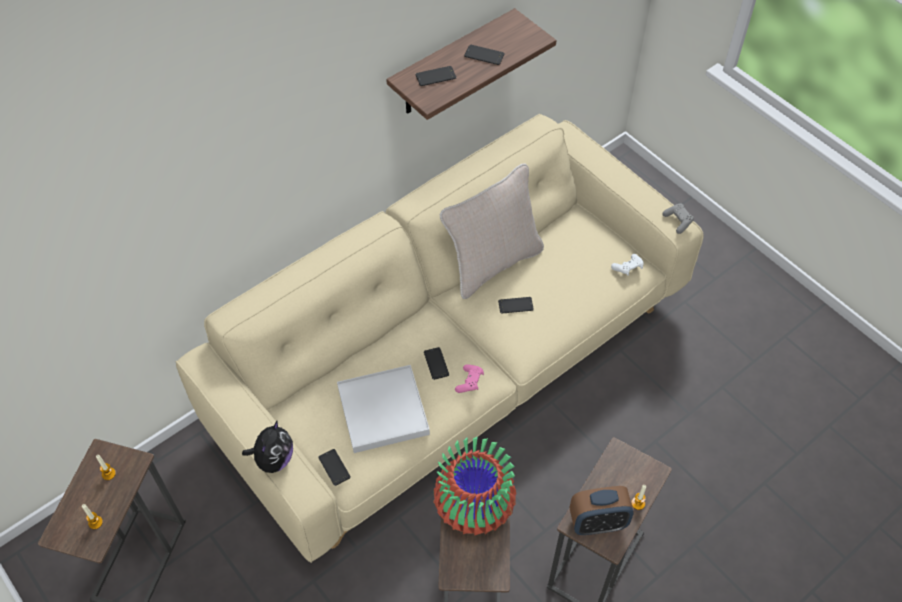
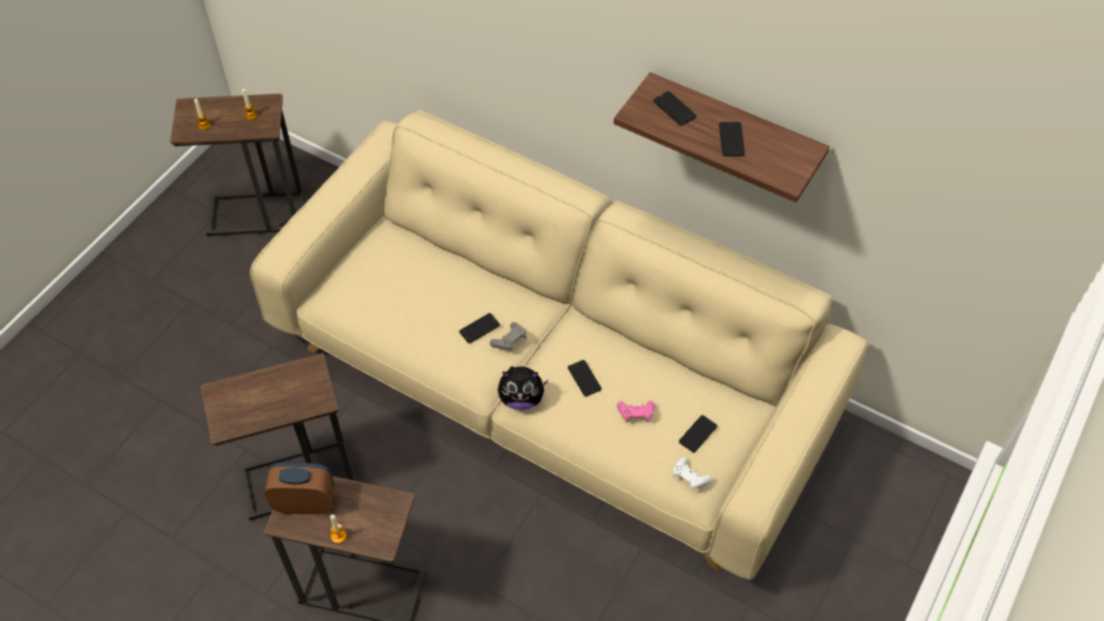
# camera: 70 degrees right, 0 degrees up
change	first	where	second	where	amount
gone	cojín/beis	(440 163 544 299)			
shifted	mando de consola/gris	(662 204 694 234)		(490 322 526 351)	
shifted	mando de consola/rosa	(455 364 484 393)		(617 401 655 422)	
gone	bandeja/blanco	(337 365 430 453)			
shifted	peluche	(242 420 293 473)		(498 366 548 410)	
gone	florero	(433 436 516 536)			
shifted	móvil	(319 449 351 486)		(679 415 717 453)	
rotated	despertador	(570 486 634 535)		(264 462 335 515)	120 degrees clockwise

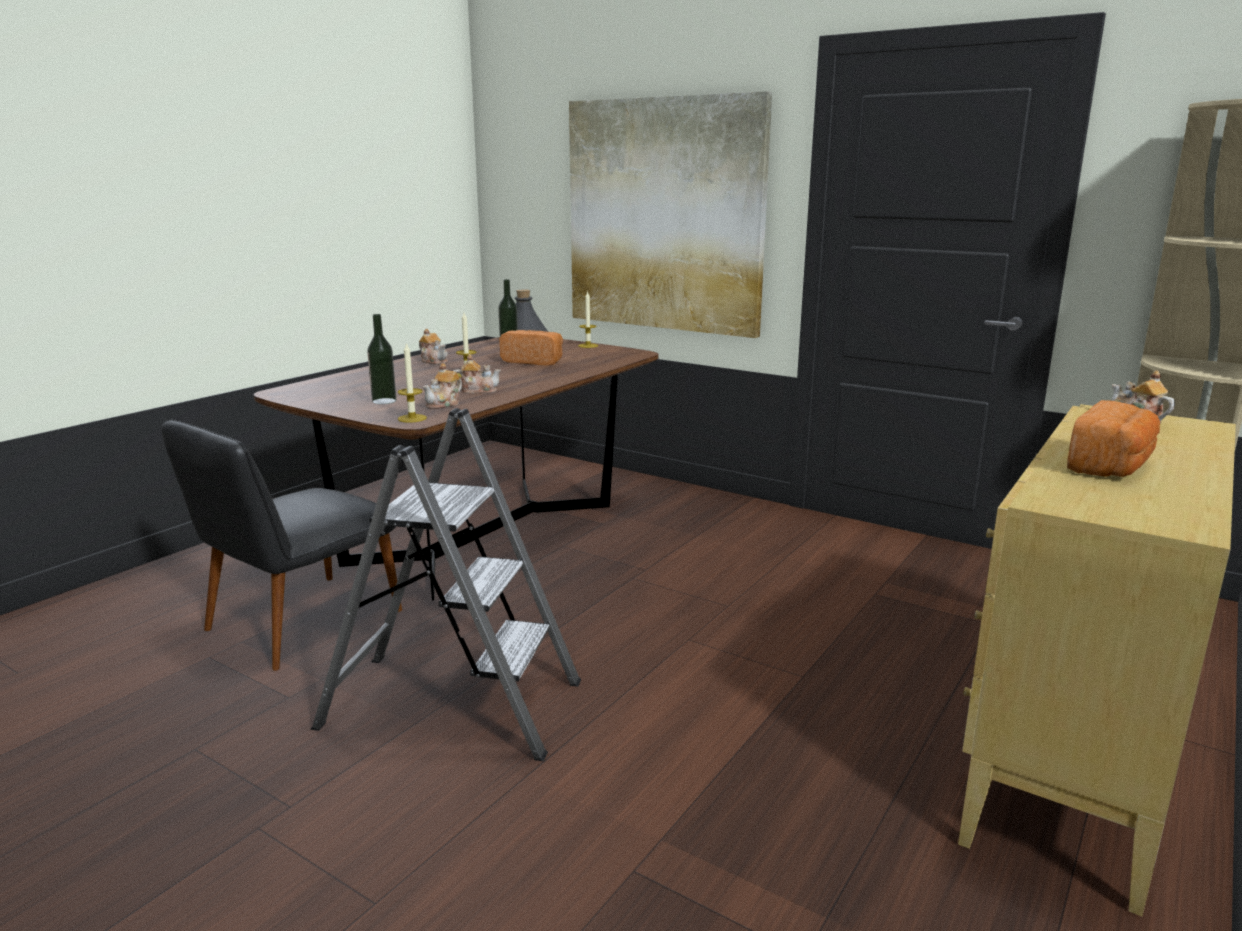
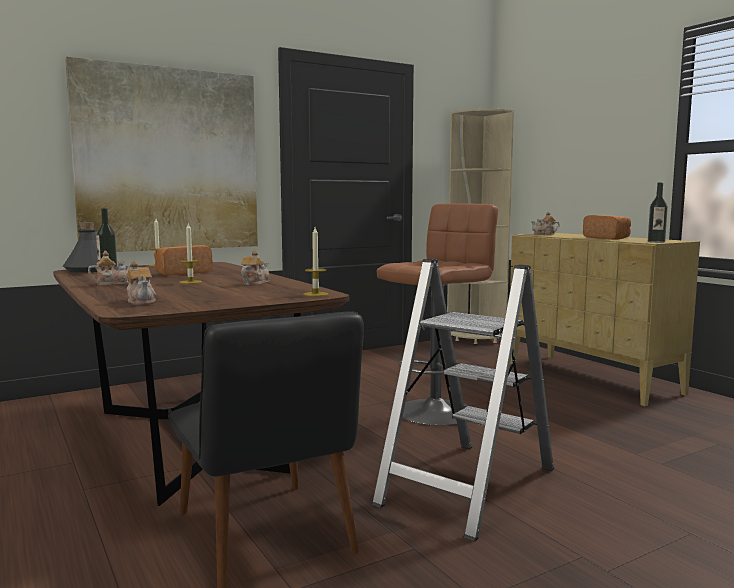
# camera: 65 degrees left, 10 degrees down
change	first	where	second	where	amount
shifted	botella	(367 314 396 404)		(648 182 668 243)	
shifted	tetera	(423 363 462 409)		(126 261 156 305)	
new			taburete/marrón	(377 203 498 425)	

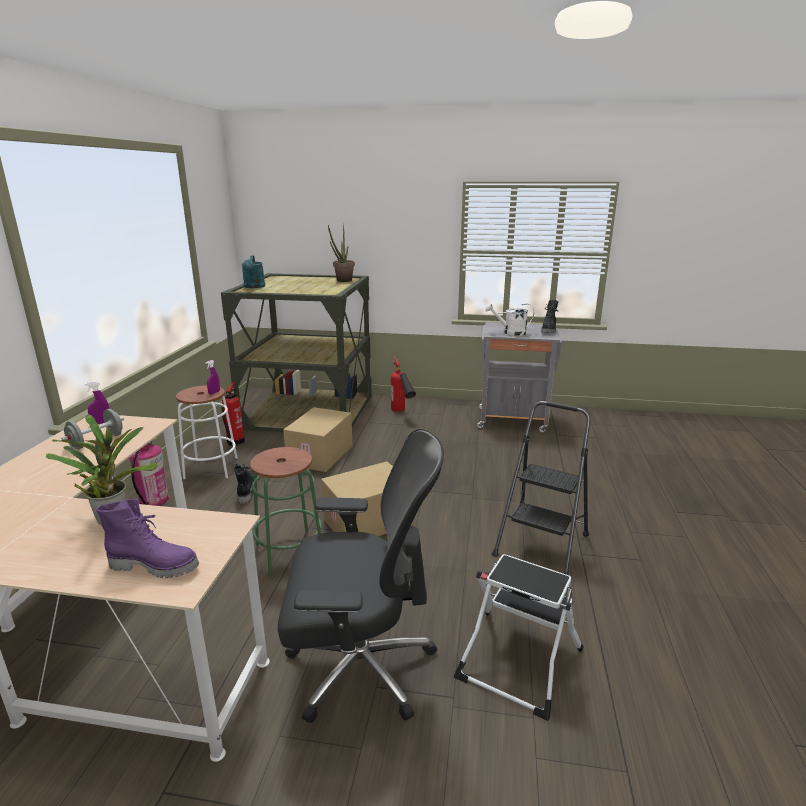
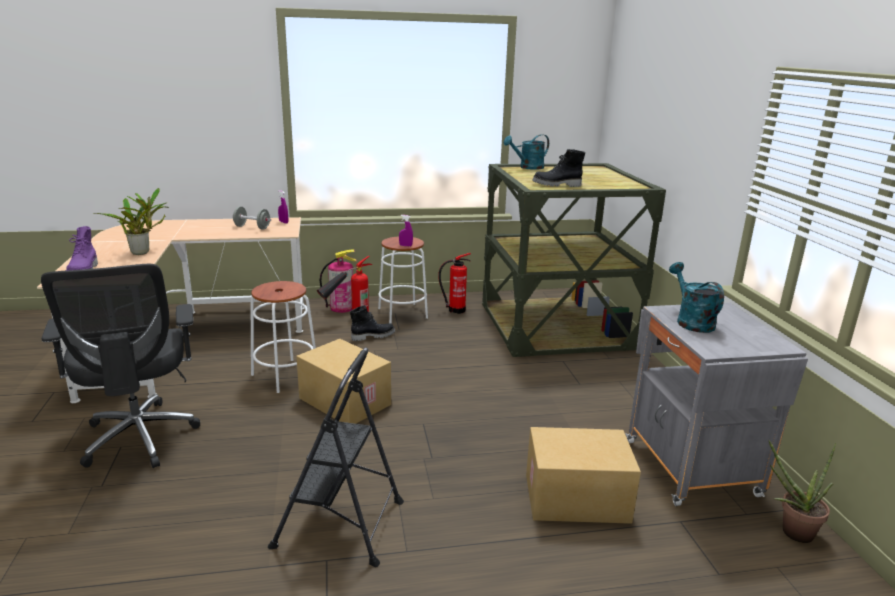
# camera: 70 degrees right, 0 degrees up
change	first	where	second	where	amount
shifted	planta en maceta	(328 223 355 282)		(769 440 836 543)	
shifted	bota/negro	(541 300 558 333)		(532 149 585 187)	
repainted	regadera/blanco	(485 303 534 336)	regadera/turquesa	(669 262 724 333)	
shifted	extintor	(391 356 416 412)		(317 256 372 312)	
shifted	caja de cartón	(283 407 353 472)		(526 427 641 524)	
repainted	taburete/verde	(250 447 322 576)	taburete/blanco	(251 281 316 393)	
gone	escalera de tijera	(454 554 583 721)			

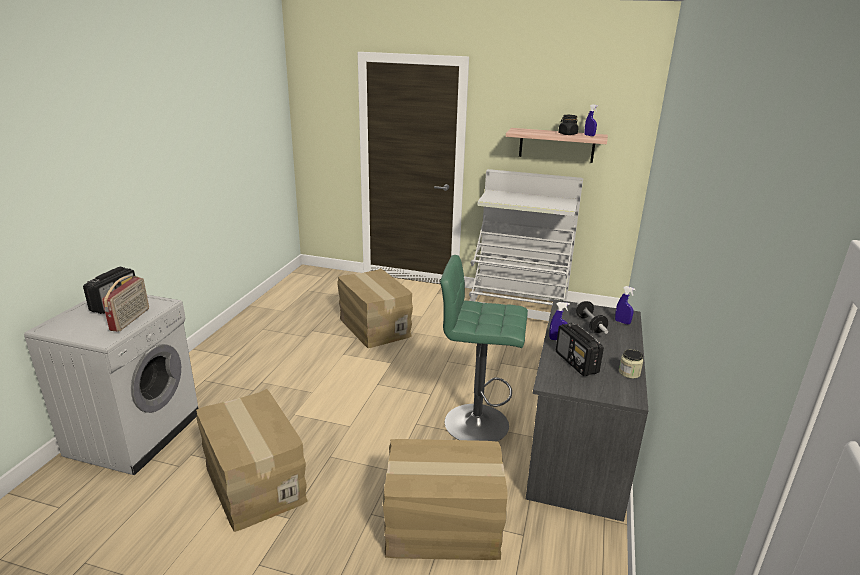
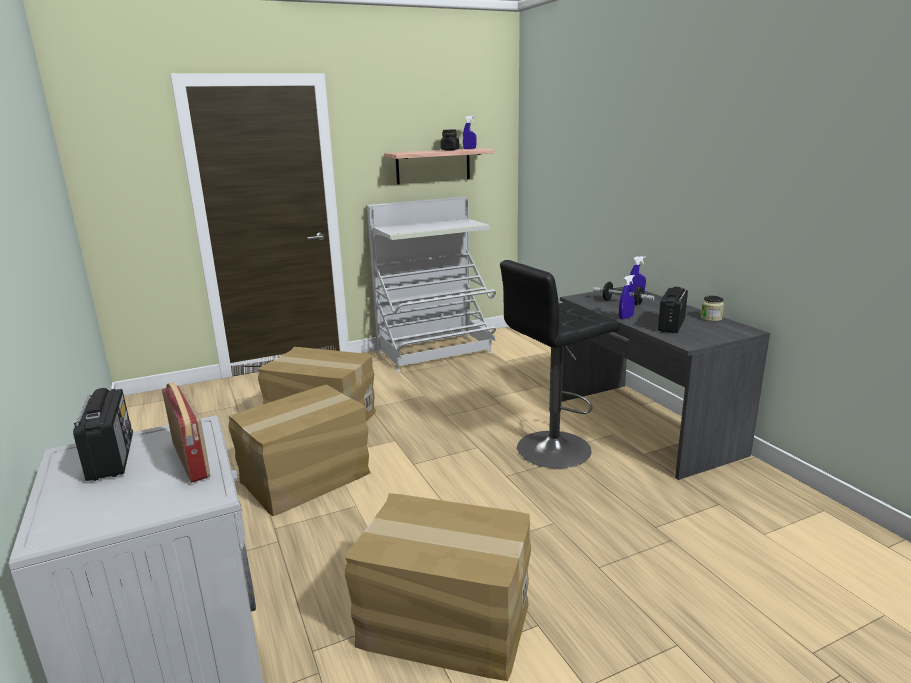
# camera: 40 degrees left, 5 degrees down
change	first	where	second	where	amount
repainted	taburete/verde	(440 255 528 441)	taburete/negro	(500 260 620 468)	
rotated	radio	(556 323 604 376)		(657 287 688 333)	90 degrees clockwise
shifted	caja de cartón	(382 439 508 560)		(229 385 370 516)	

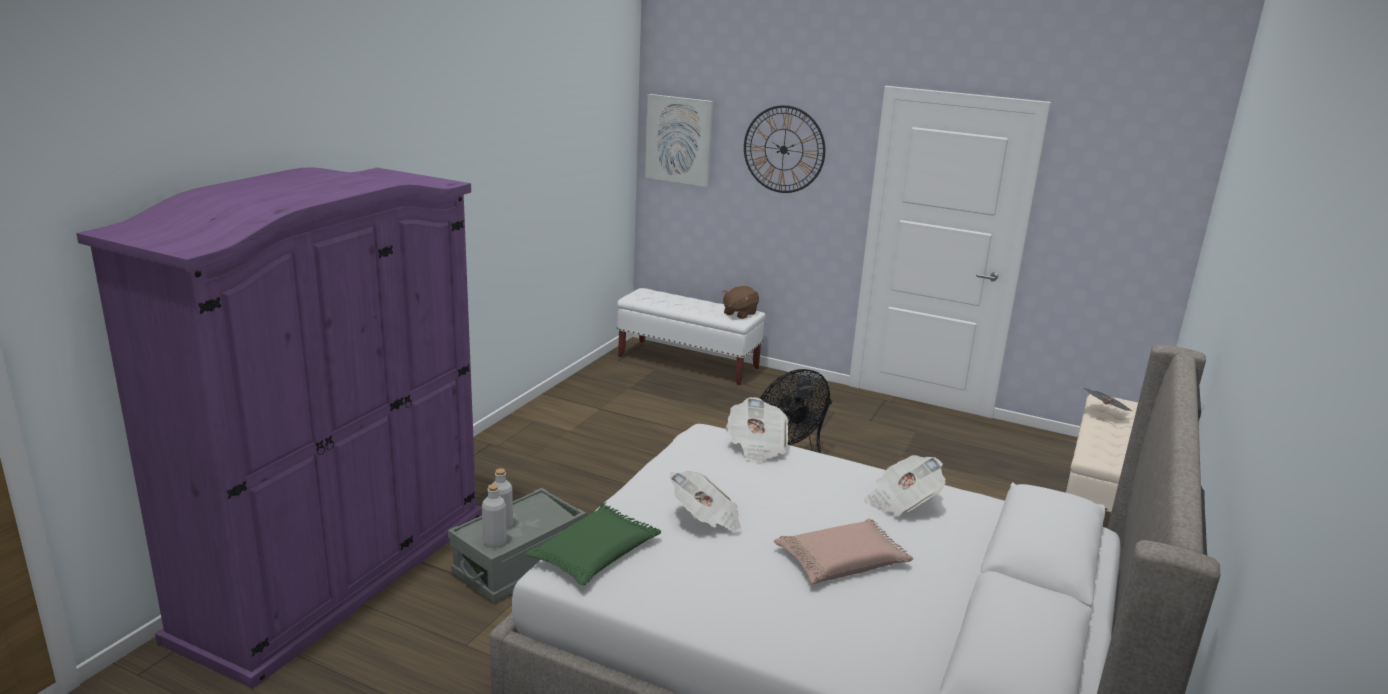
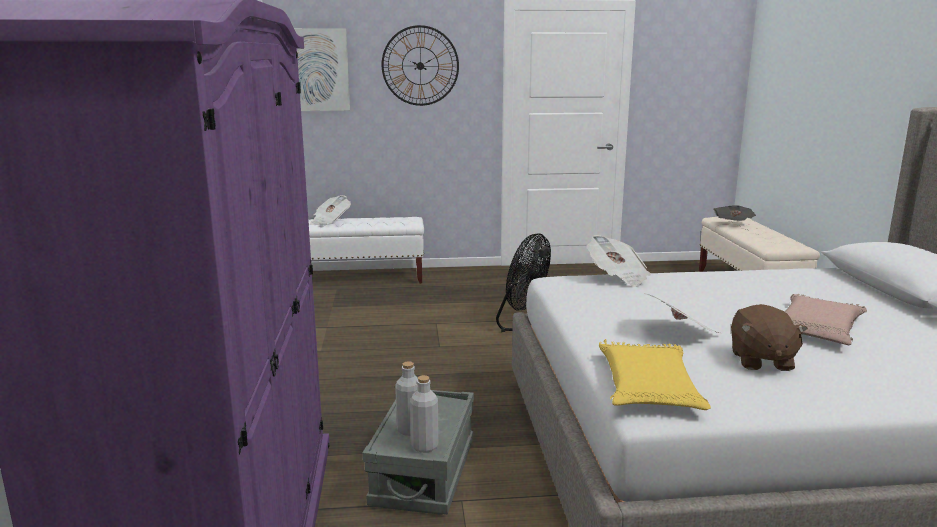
# camera: 30 degrees left, 5 degrees down
change	first	where	second	where	amount
shifted	peluche/marrón	(723 286 759 319)		(731 304 808 371)	
shifted	periódico	(865 455 946 516)		(310 195 351 225)	
repainted	cojín/verde	(526 502 661 585)	cojín/amarillo	(599 339 711 410)	

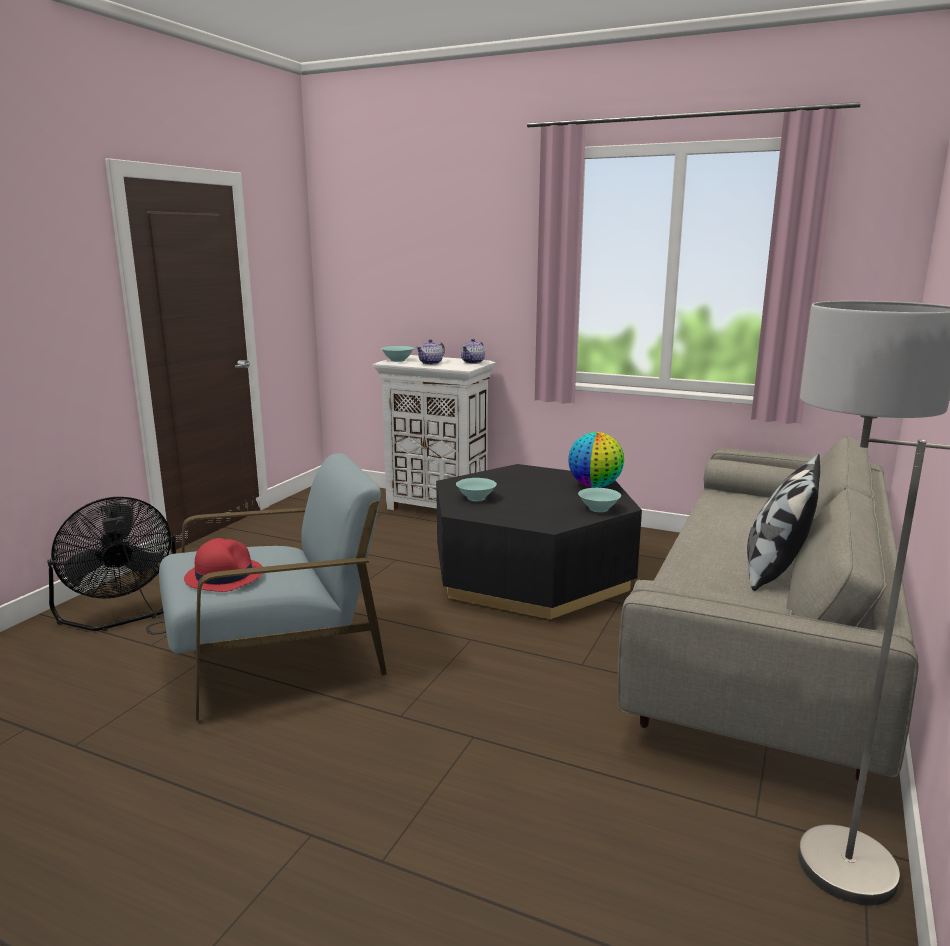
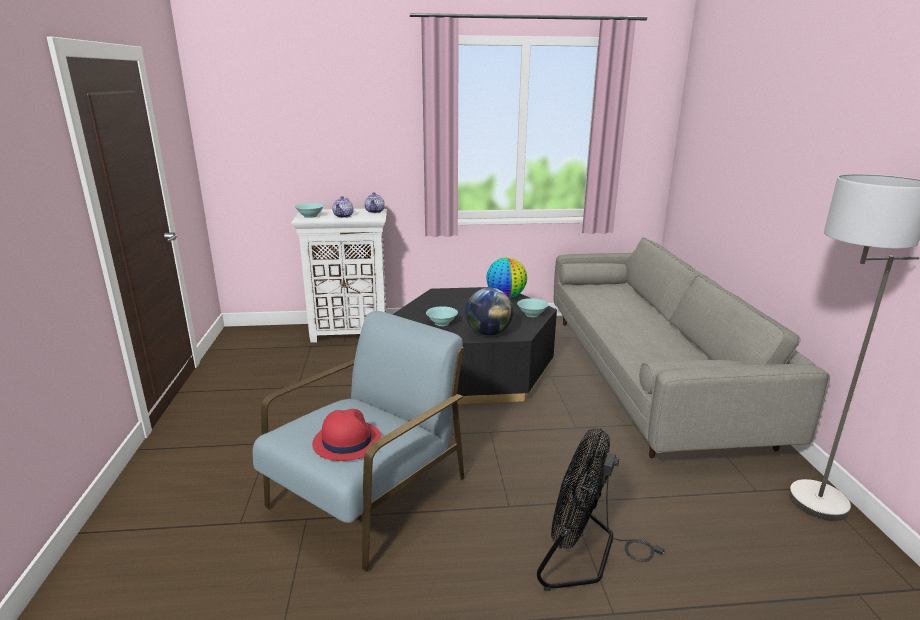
# camera: 30 degrees left, 5 degrees up
change	first	where	second	where	amount
gone	cojín	(747 454 820 591)			
shifted	ventilador/negro	(47 497 176 634)		(537 428 666 591)	
new			globo terráqueo	(465 288 513 335)	

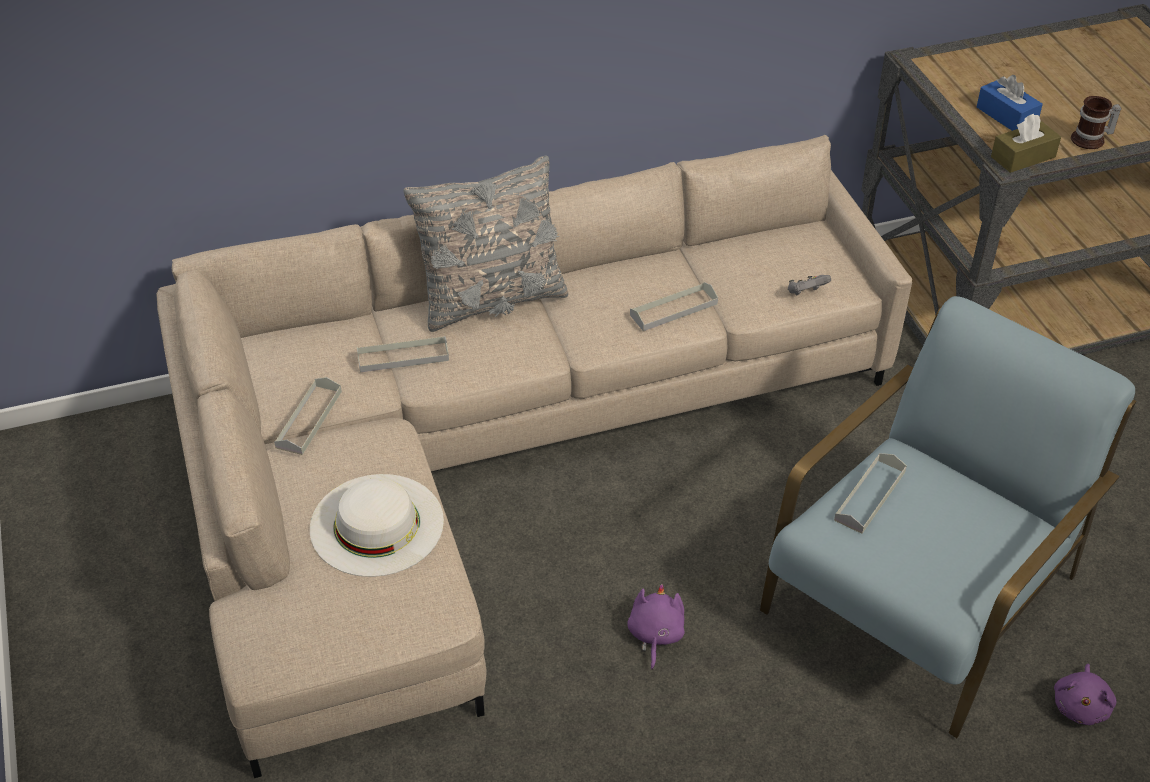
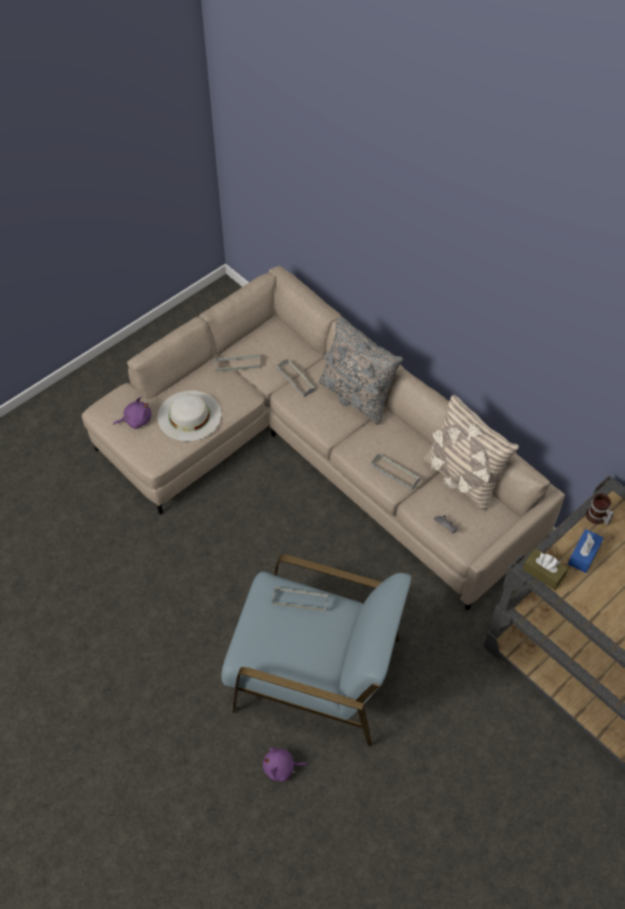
# camera: 65 degrees right, 10 degrees up
change	first	where	second	where	amount
shifted	taza grande	(1071 96 1122 149)		(586 493 614 525)	
shifted	peluche/morado	(627 584 685 670)		(113 397 151 429)	
new			cojín/beis	(423 395 519 511)	

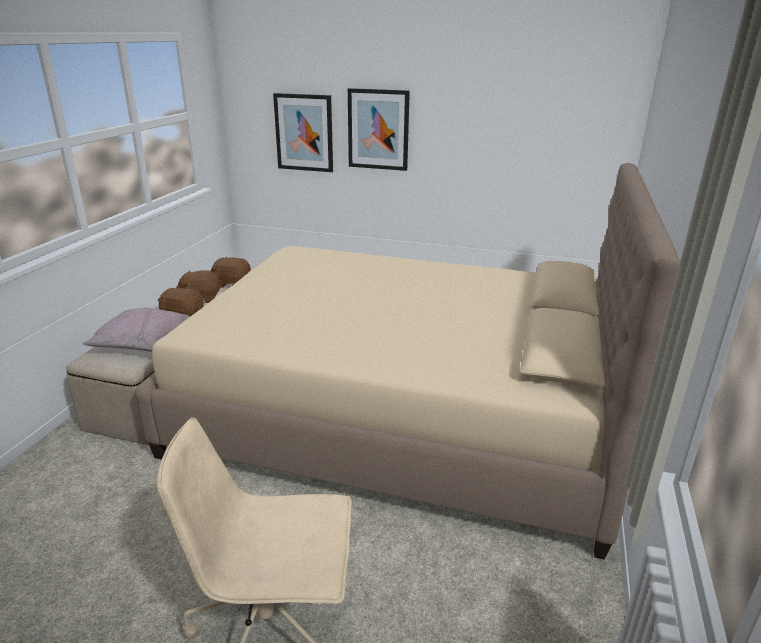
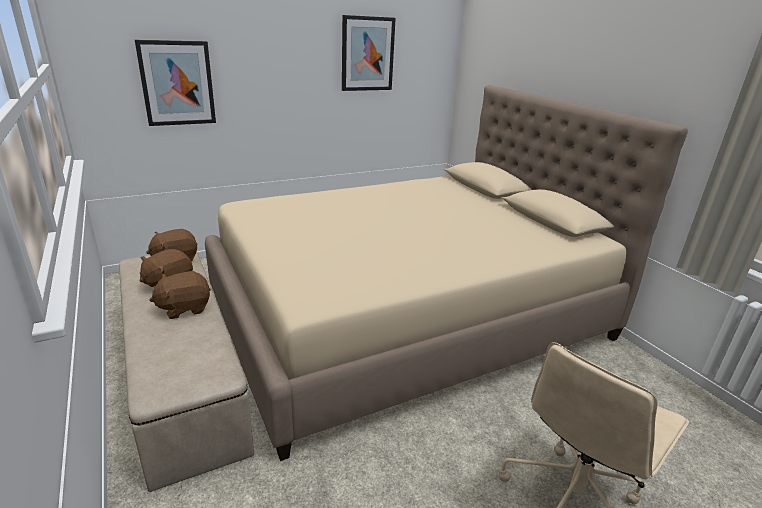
# camera: 45 degrees left, 0 degrees up
change	first	where	second	where	amount
shifted	cuadro	(348 88 410 171)		(342 15 396 91)	
gone	cojín/morado	(83 308 190 351)			

